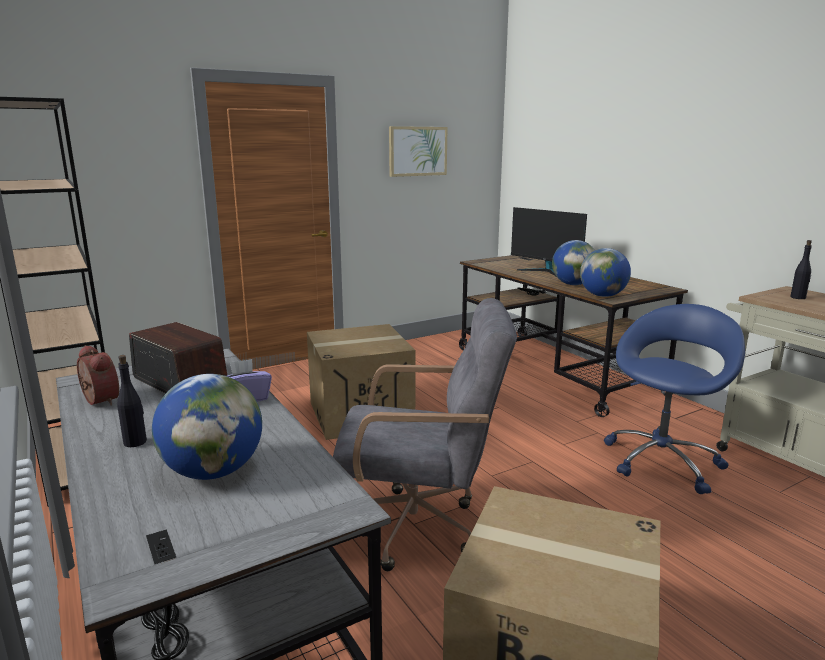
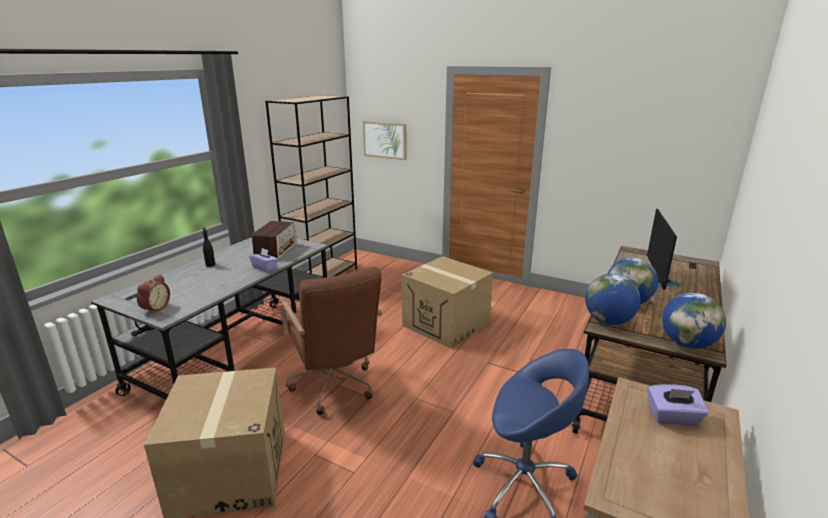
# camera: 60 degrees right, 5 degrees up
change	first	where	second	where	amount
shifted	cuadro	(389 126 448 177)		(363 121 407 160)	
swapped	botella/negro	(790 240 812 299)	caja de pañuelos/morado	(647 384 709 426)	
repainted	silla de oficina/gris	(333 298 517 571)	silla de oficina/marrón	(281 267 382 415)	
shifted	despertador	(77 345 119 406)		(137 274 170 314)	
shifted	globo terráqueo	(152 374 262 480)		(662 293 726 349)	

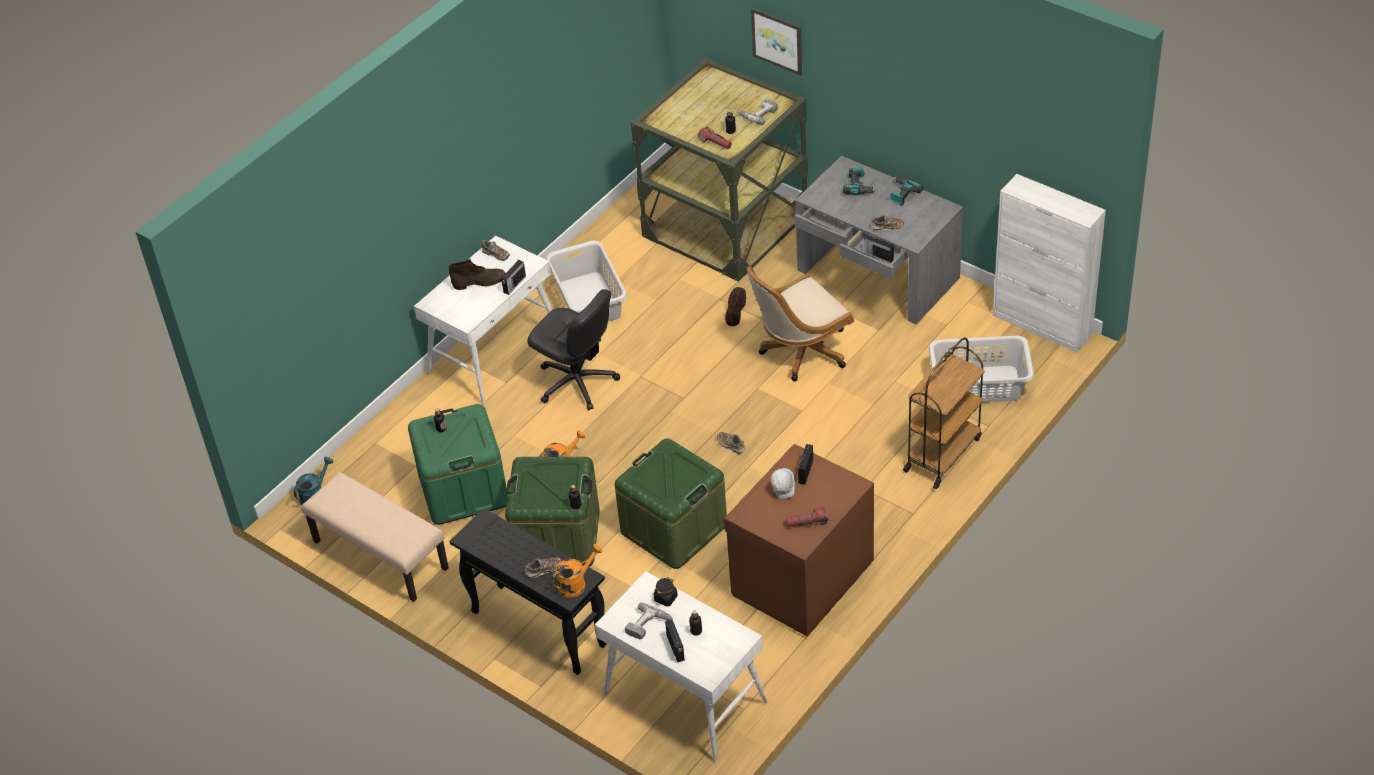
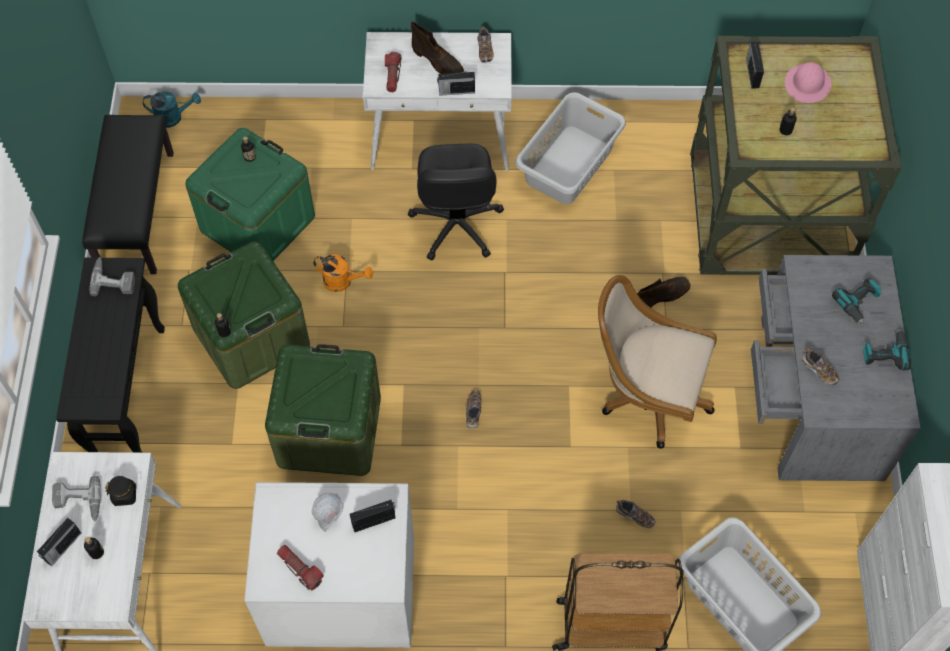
# camera: 50 degrees right, 15 degrees up
change	first	where	second	where	amount
gone	cuadro	(751 7 802 75)			
shifted	taladro	(737 99 778 125)		(89 257 135 296)	
shifted	linterna	(698 126 732 150)		(385 52 402 92)	
shifted	radio	(864 235 894 263)		(746 42 764 89)	
repainted	lavadora/marrón	(724 444 874 636)	lavadora/blanco	(244 482 414 648)	
repainted	banco/beis	(301 472 449 602)	banco/negro	(82 115 174 274)	
gone	regadera/naranja	(551 544 603 598)			
shifted	zapato	(524 558 561 578)		(616 500 655 528)	
new			casco/rosa	(785 62 832 103)	

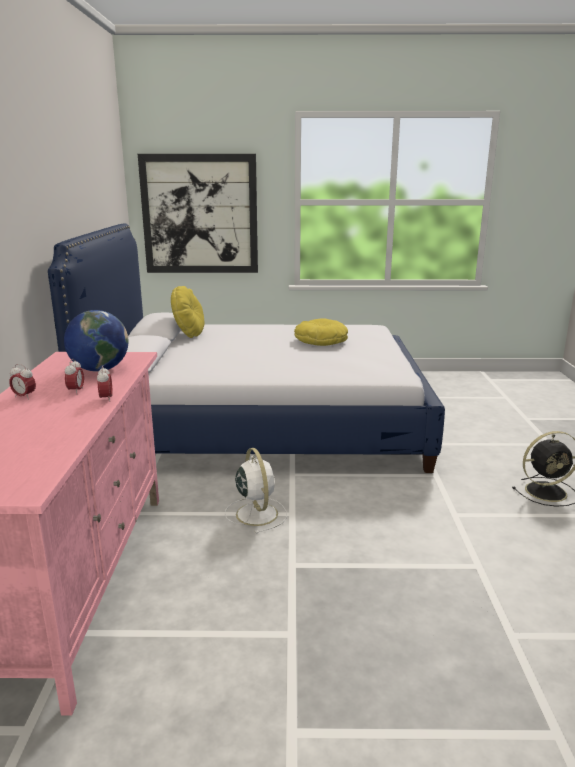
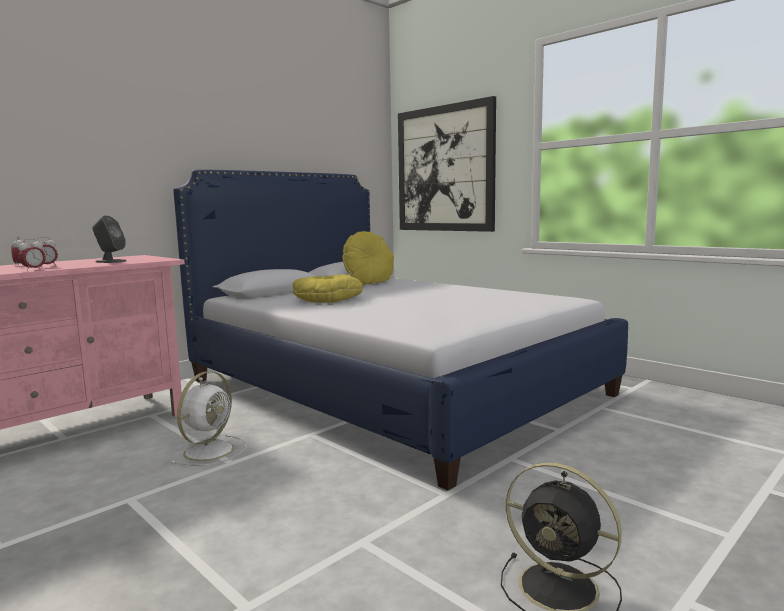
# camera: 45 degrees right, 10 degrees down
change	first	where	second	where	amount
swapped	globo terráqueo	(64 310 128 372)	altavoz/gris	(92 215 126 263)	
shifted	cojín/amarillo	(294 318 348 346)		(293 274 363 303)	

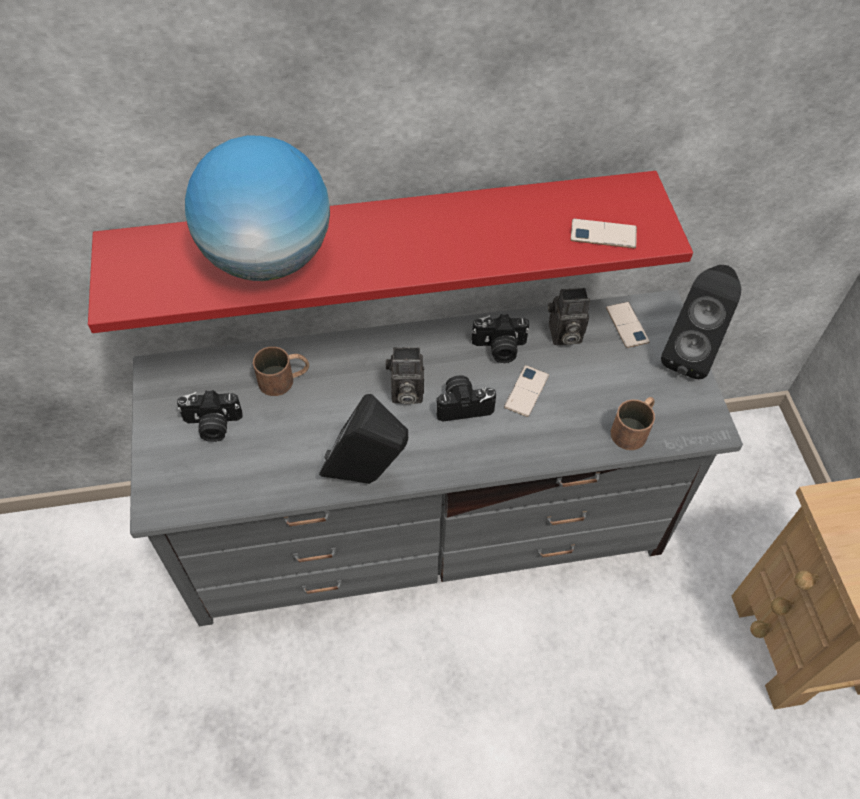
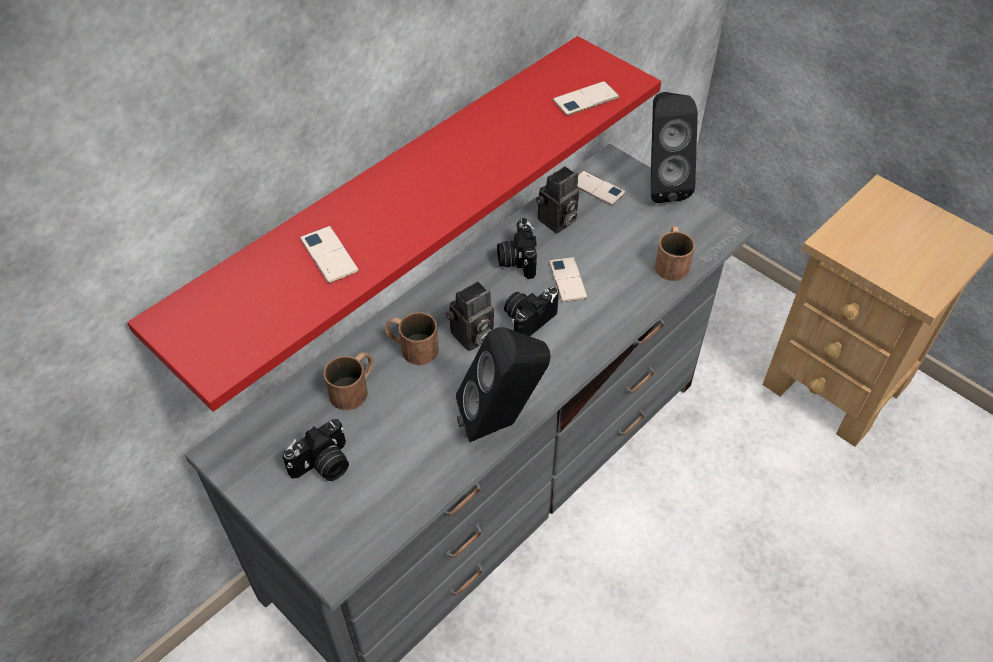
# camera: 35 degrees left, 5 degrees down
change	first	where	second	where	amount
swapped	globo terráqueo	(185 135 330 281)	móvil	(300 226 359 284)	
rotated	cámara	(472 314 530 363)		(497 218 537 279)	120 degrees clockwise
new			taza grande/marrón	(385 312 439 365)	

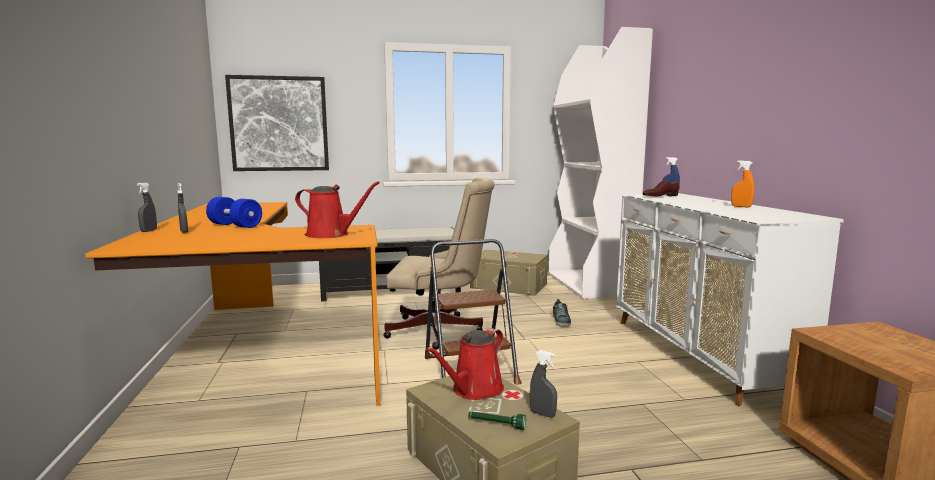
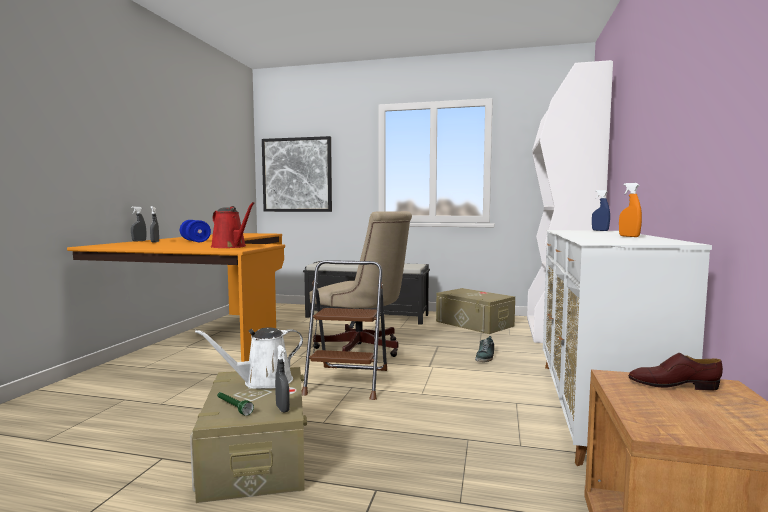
# camera: 25 degrees right, 5 degrees down
change	first	where	second	where	amount
shifted	zapato/marrón	(643 180 680 197)		(628 353 723 391)	
repainted	regadera/rojo	(426 328 504 400)	regadera/blanco	(195 327 303 389)	

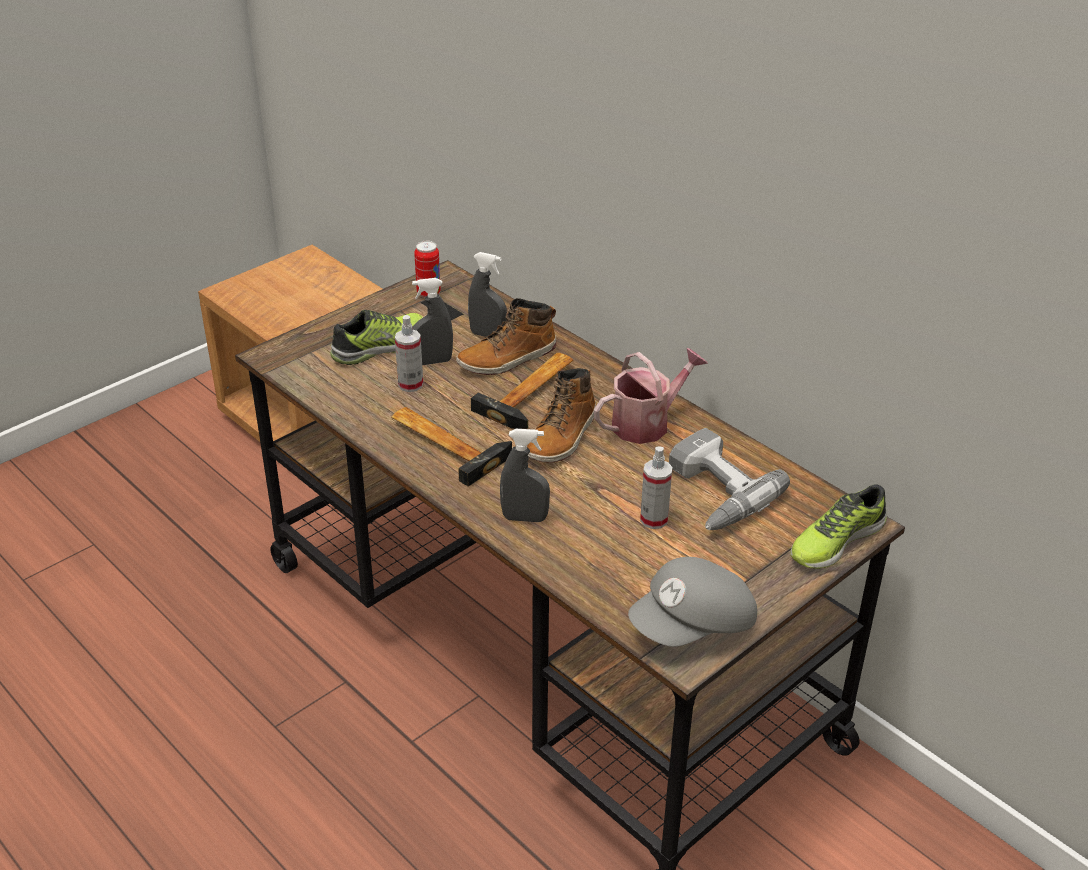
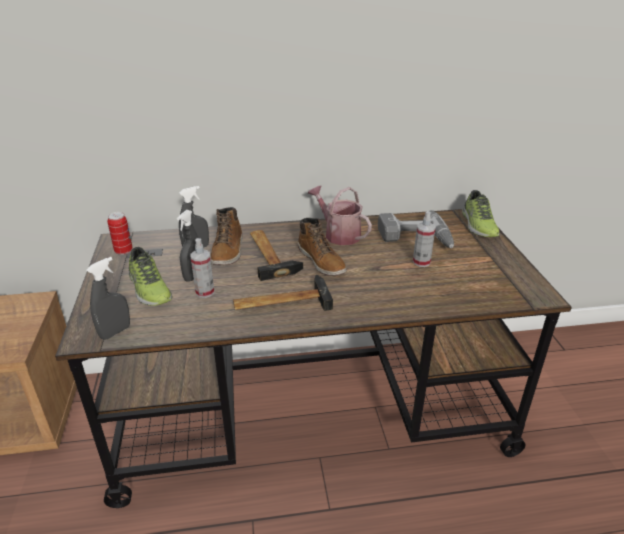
# camera: 55 degrees left, 5 degrees down
change	first	where	second	where	amount
rotated	zapato	(330 310 423 365)		(129 247 173 306)	150 degrees clockwise
rotated	regadera	(594 348 708 444)		(308 185 372 245)	45 degrees counterclockwise
shifted	pulverizador/gris	(500 429 550 522)		(86 257 130 340)	
gone	gorra/gris	(628 557 757 647)			

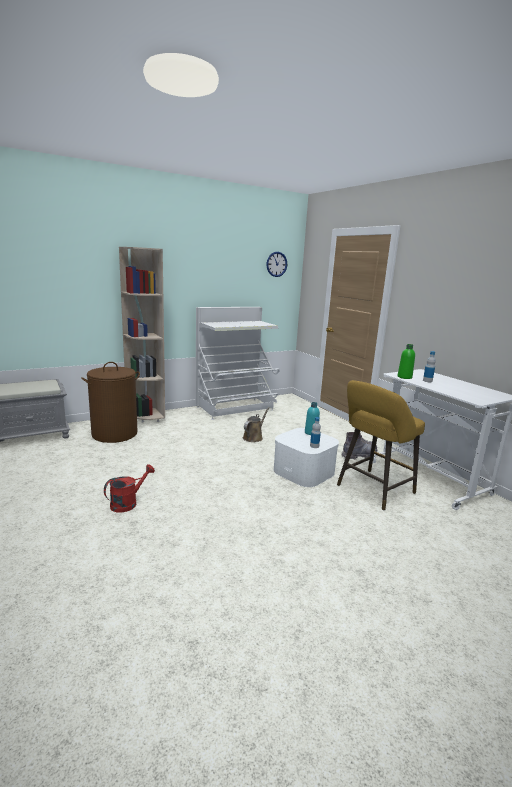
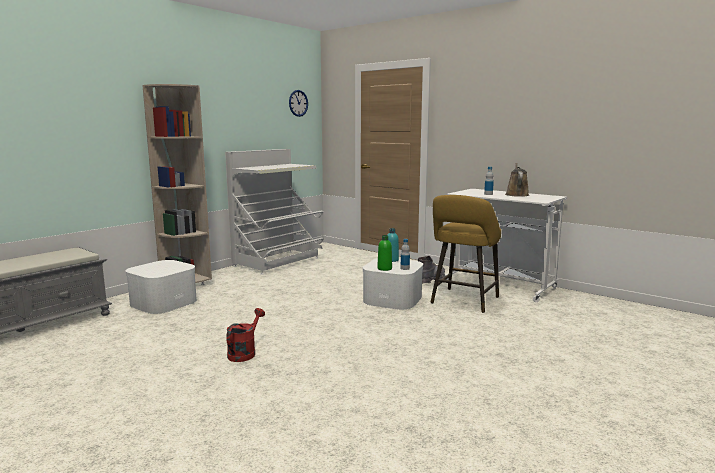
# camera: 20 degrees left, 5 degrees down
change	first	where	second	where	amount
shifted	botella/verde	(397 344 415 379)		(377 235 392 271)	
swapped	cesto de la ropa/marrón	(81 362 140 443)	caja de almacenaje/blanco	(126 260 197 314)	
shifted	regadera/marrón	(243 407 270 442)		(505 163 529 197)	

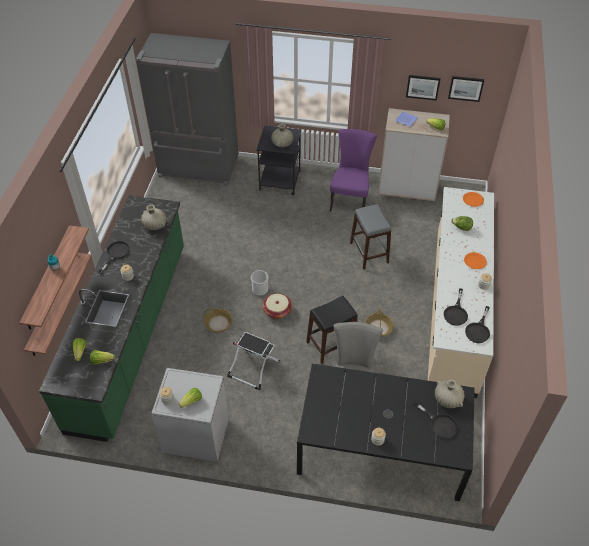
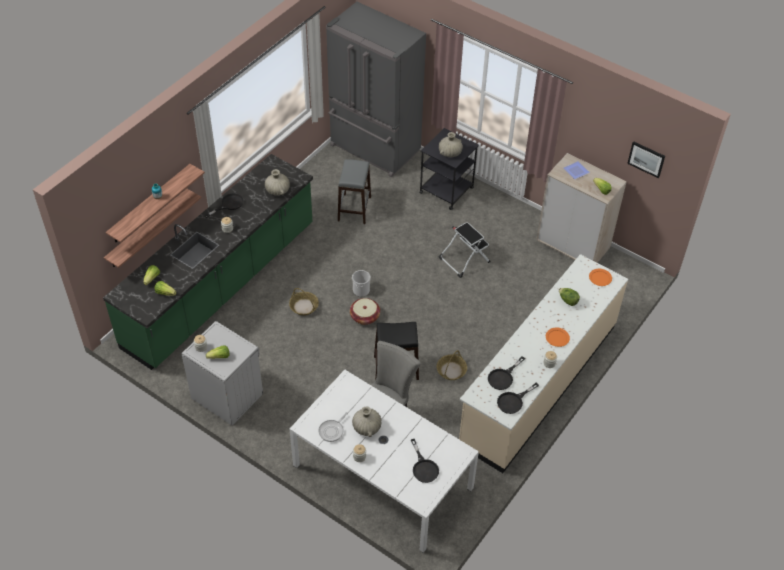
# camera: 25 degrees right, 0 degrees up
change	first	where	second	where	amount
gone	cuadro	(406 75 441 101)			
gone	silla/morado	(329 129 377 211)			
shifted	taburete/gris	(350 204 391 269)		(338 159 371 224)	
shifted	escalera de tijera	(227 332 280 391)		(438 222 491 278)	
repainted	mesa de comedor/negro	(297 364 475 501)	mesa de comedor/blanco	(290 370 479 553)	
shifted	florero/beis	(435 379 465 408)		(352 407 382 437)	
new			sartén	(319 412 348 442)	

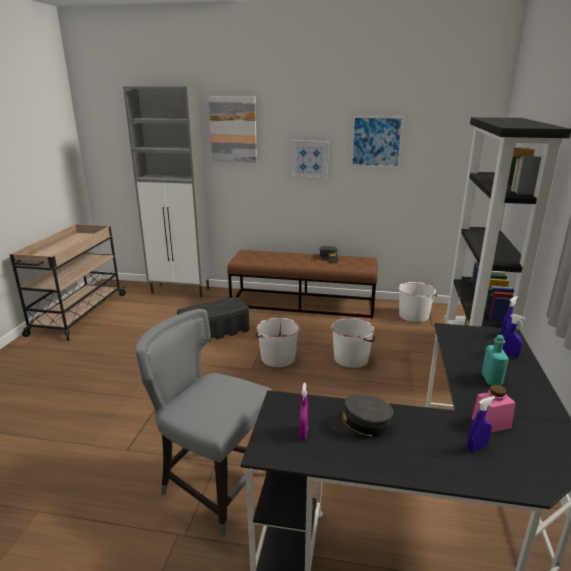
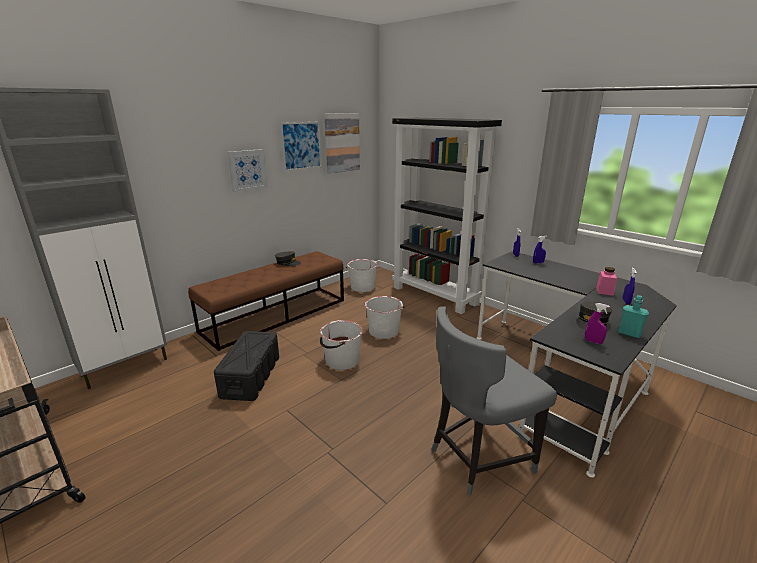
# camera: 55 degrees left, 0 degrees up
change	first	where	second	where	amount
shifted	cuadro	(208 96 257 162)		(325 113 360 174)	
shifted	botella/turquesa	(481 335 509 385)		(618 295 649 338)	

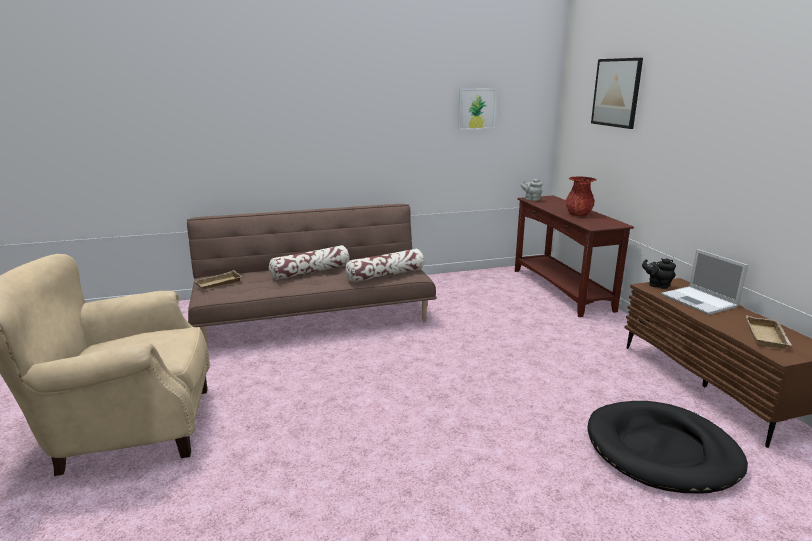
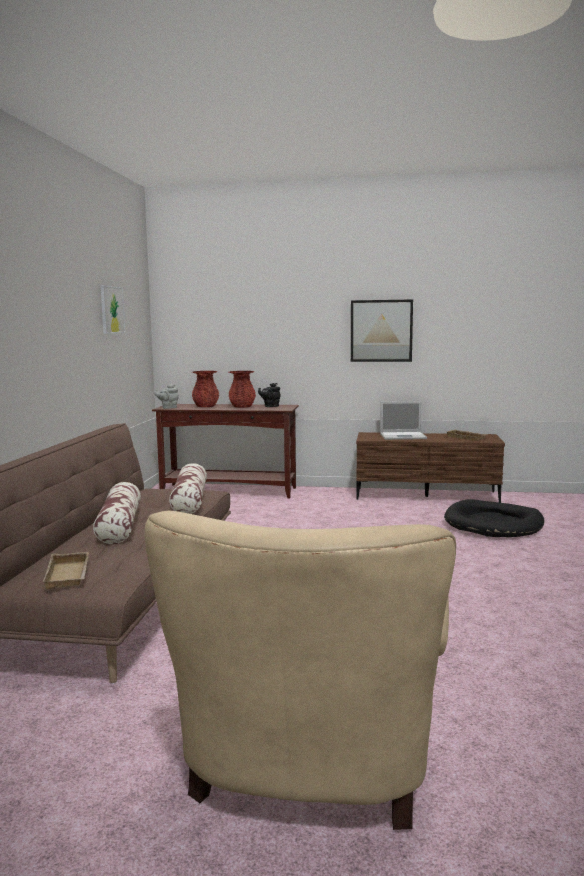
# camera: 65 degrees left, 10 degrees down
change	first	where	second	where	amount
shifted	cuadro	(591 58 643 129)		(351 299 413 362)	
shifted	tetera/negro	(642 258 676 289)		(258 383 280 407)	
new			florero/rojo	(192 371 219 407)	

